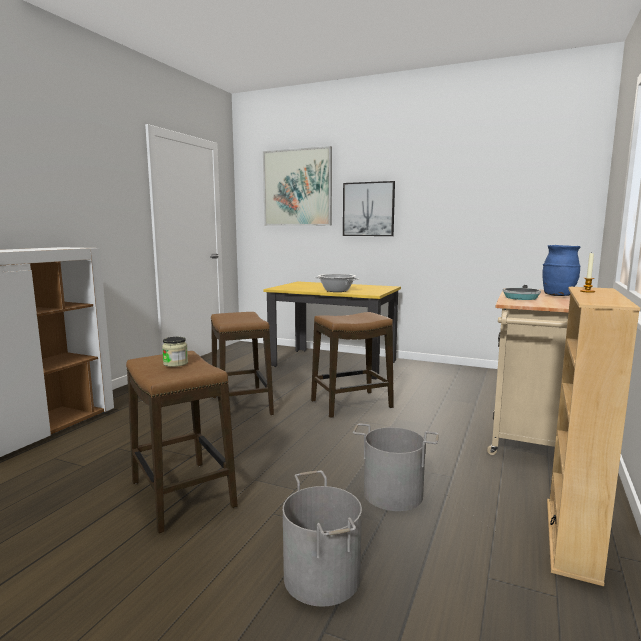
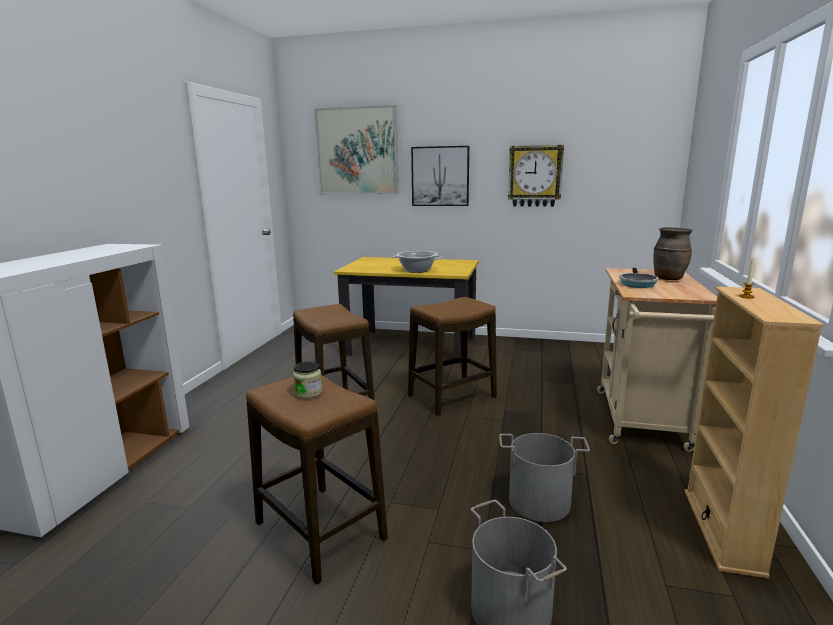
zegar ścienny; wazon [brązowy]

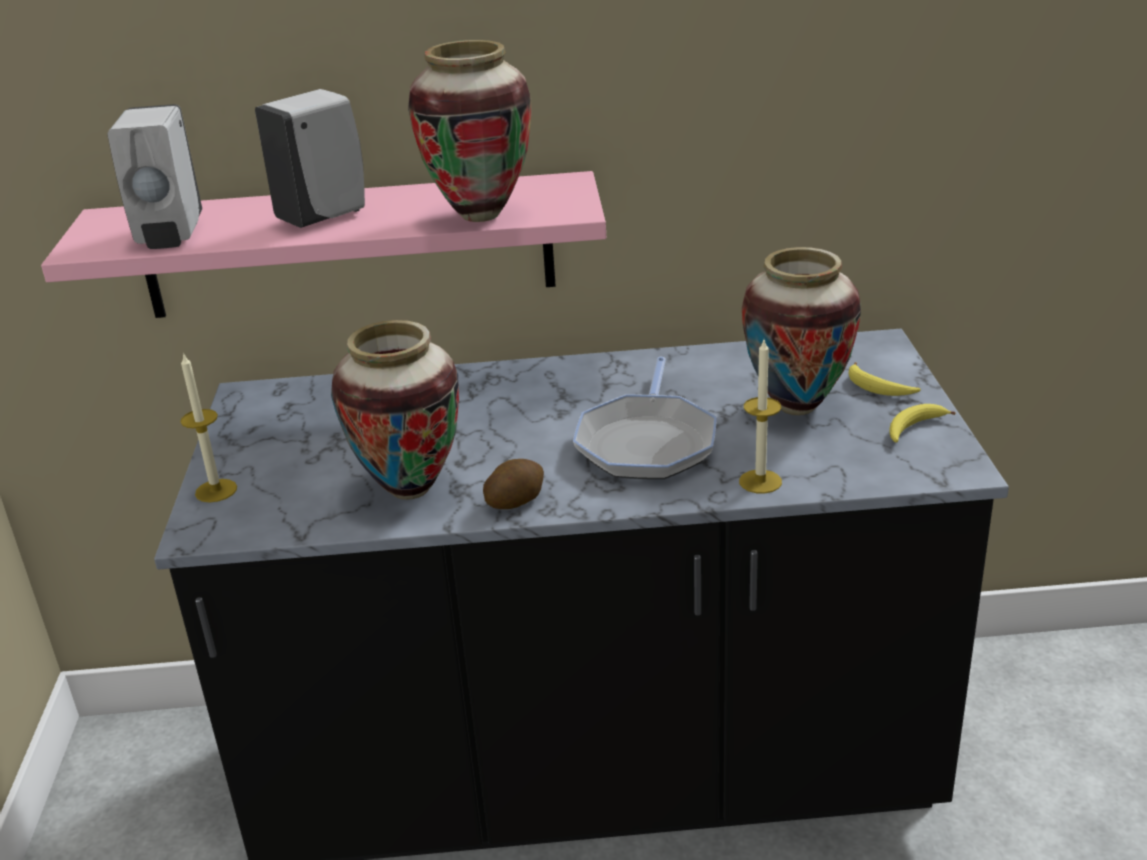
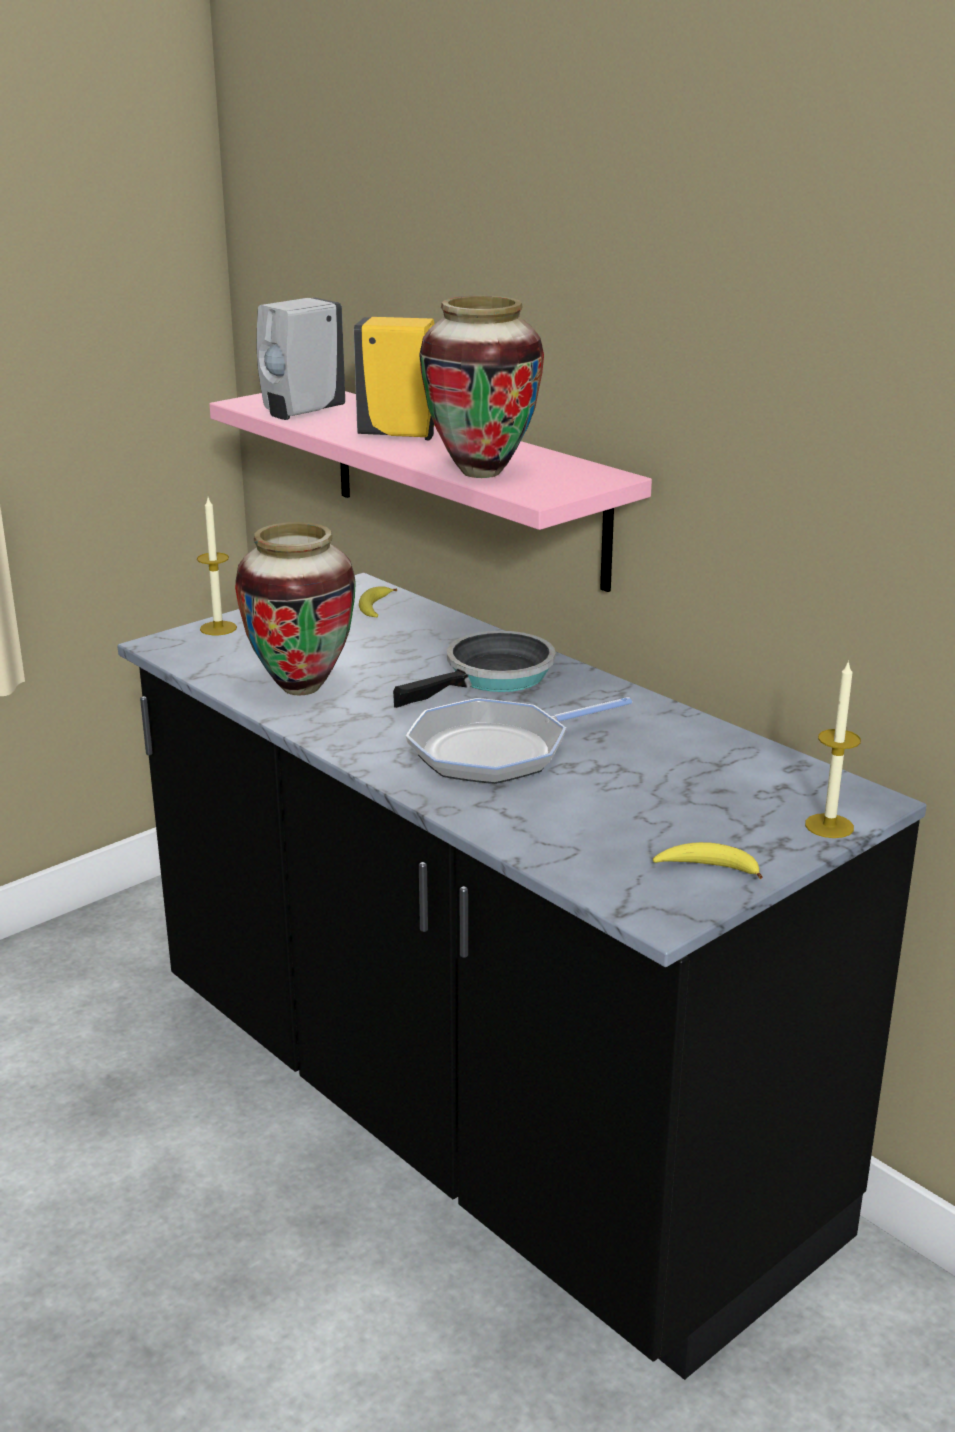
dozownik mydła [żółty]; banan (no. 1 from left); patelnia (no. 1 from left); świeca (no. 2 from left); ziemniak; wazon (no. 3 from left in the first image)

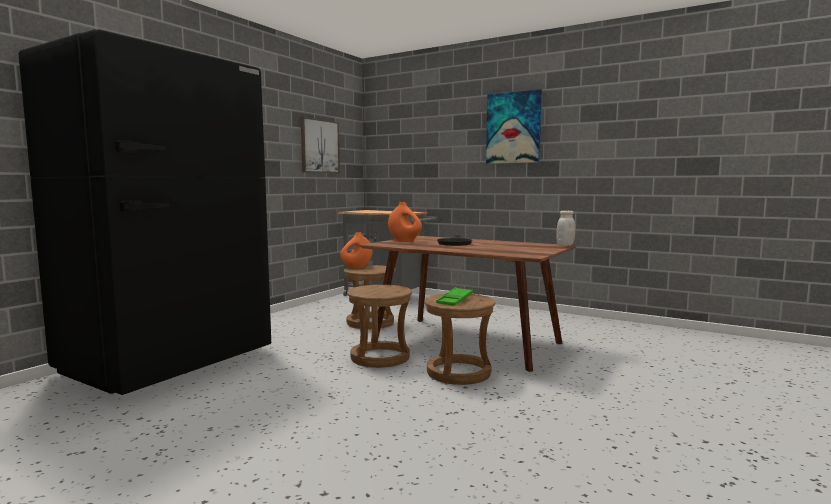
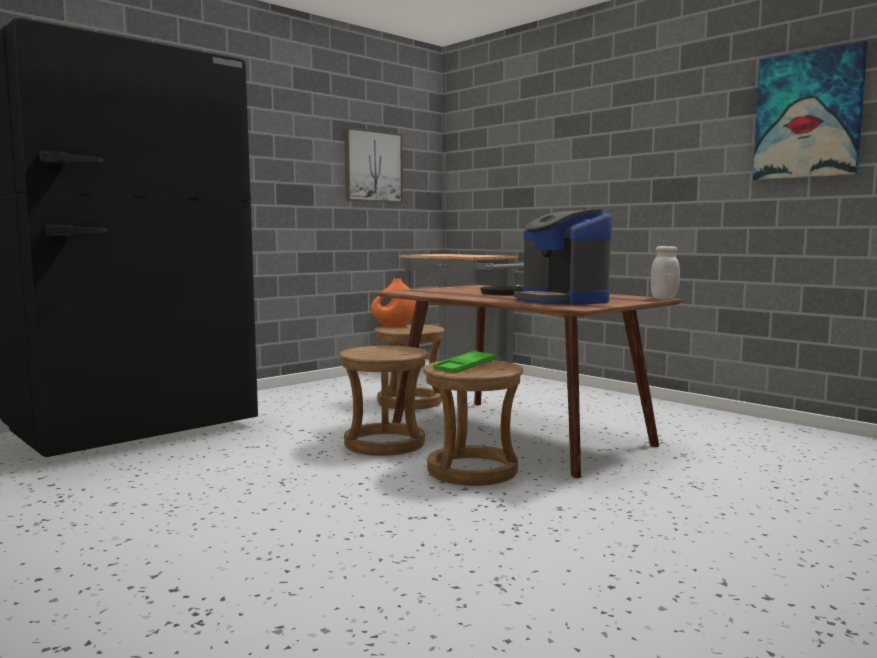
ekspres do kawy; obraz (no. 2 from left); wazon [pomarańczowy] (no. 2 from left in the first image)

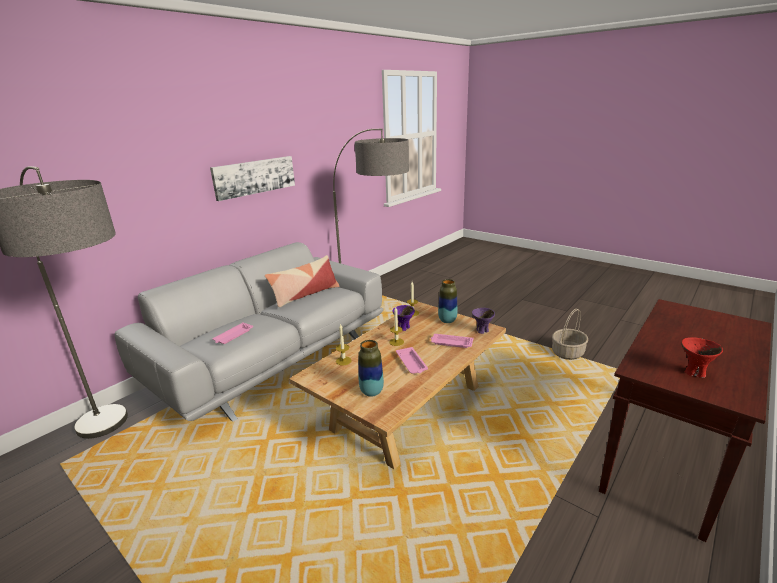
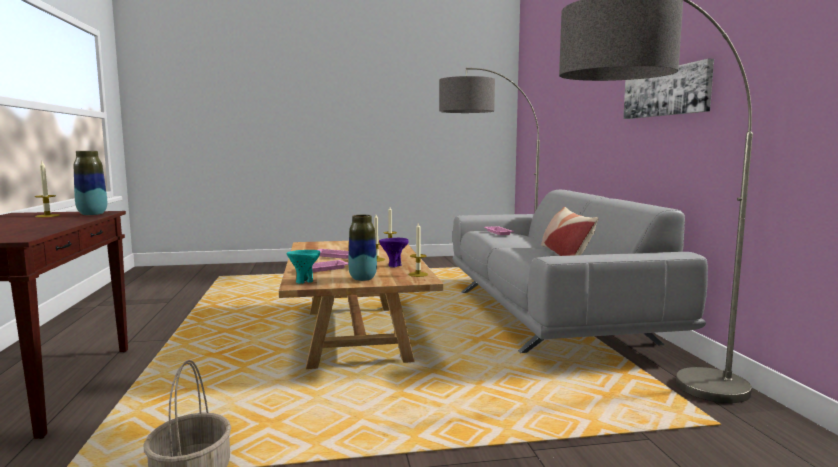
świeca (no. 1 from left); wazon (no. 1 from left); miska [turkusowy]

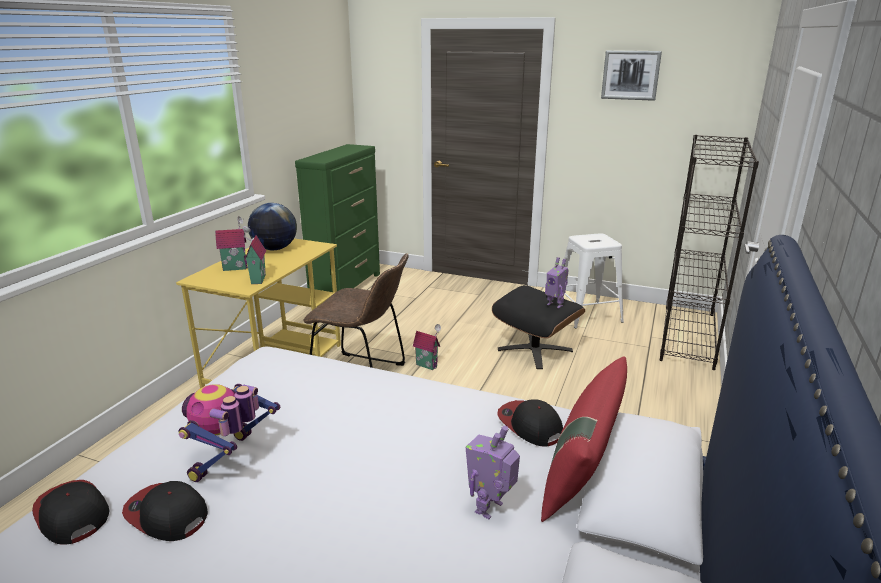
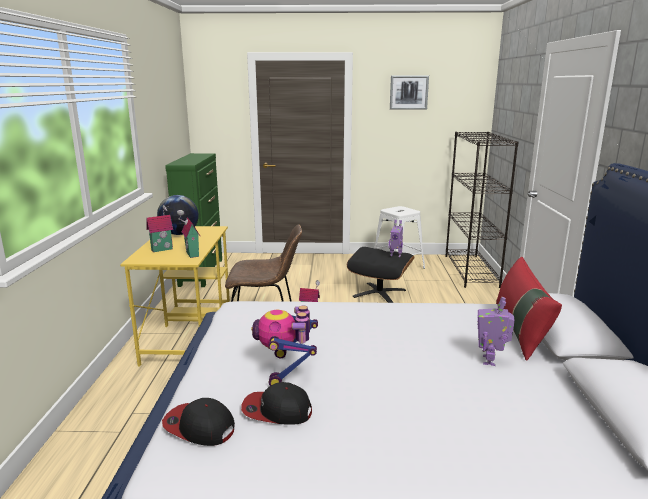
czapka z daszkiem (no. 3 from left in the first image)

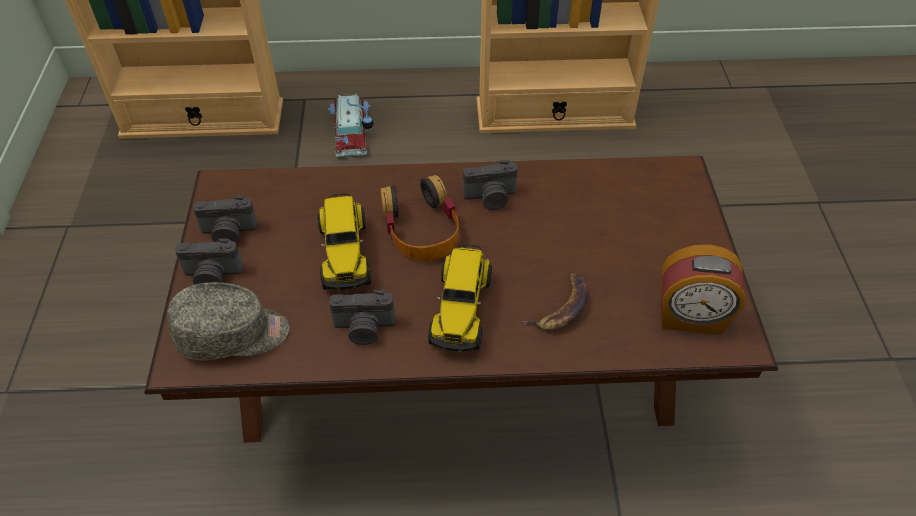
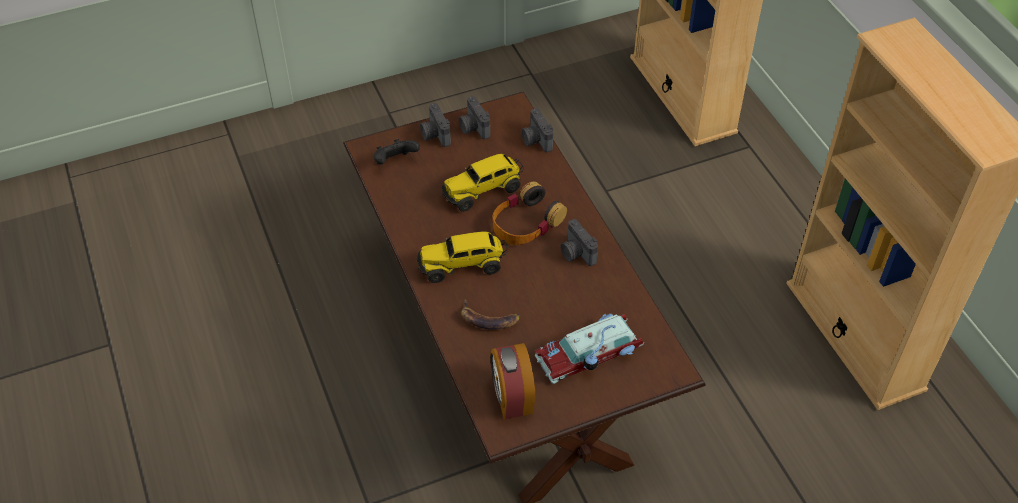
pad do gier [czarny]; aparat fotograficzny (no. 3 from left); samochodzik

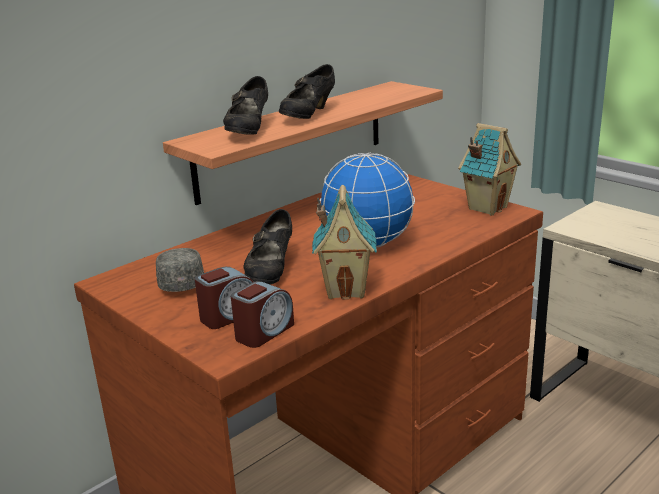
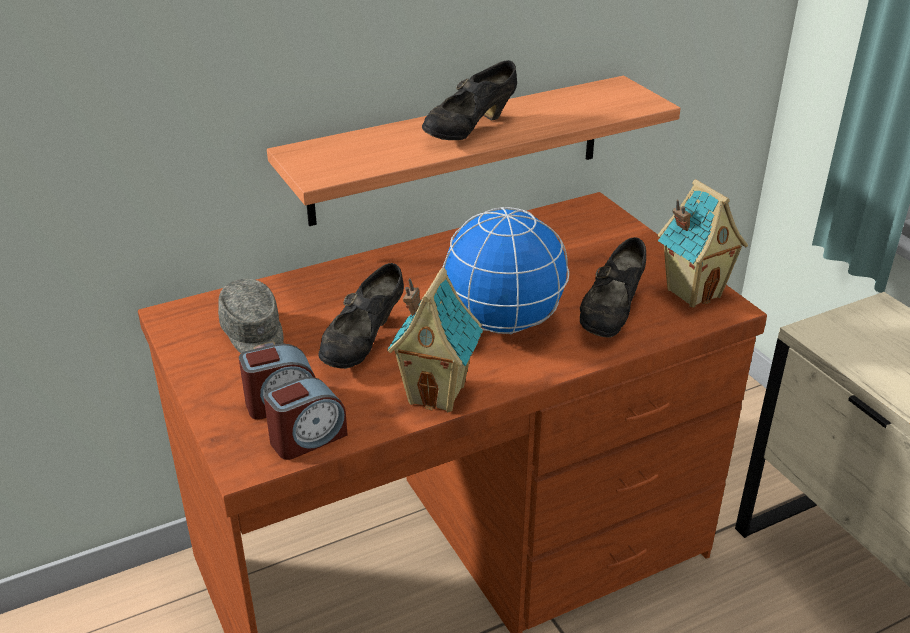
czapka z daszkiem [szary]; but [czarny] (no. 3 from left)

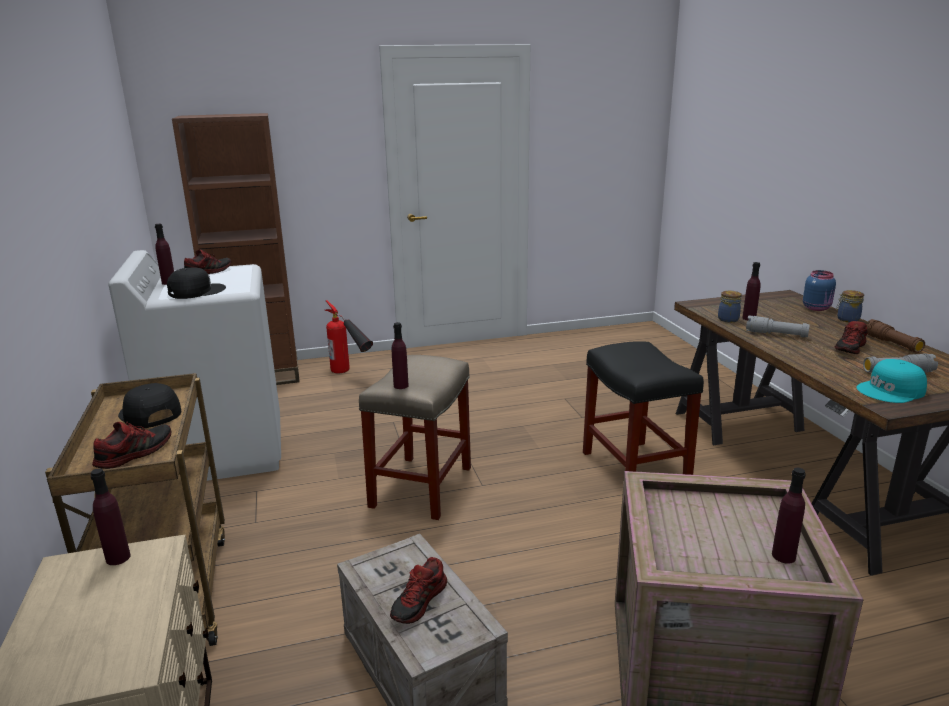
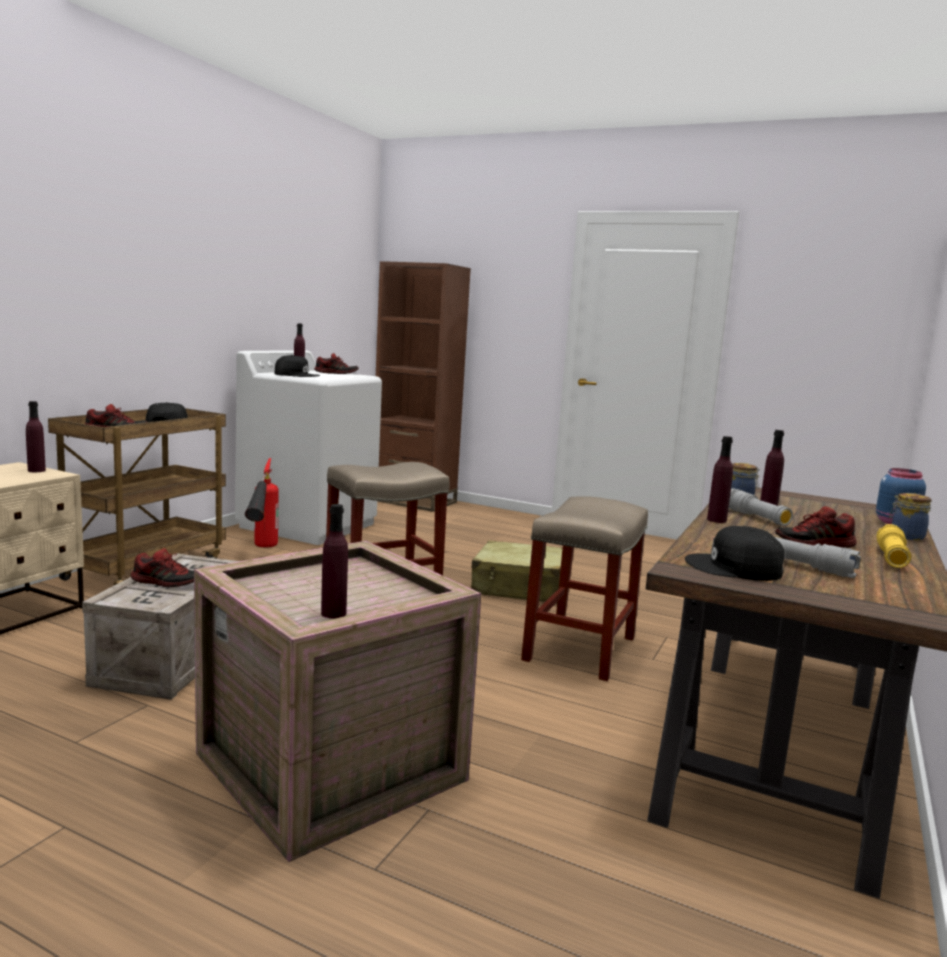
but (no. 2 from left); gaśnica; walizka [beżowy]; stołek [beżowy] (no. 2 from left); czapka z daszkiem [czarny] (no. 3 from left); butelka [fioletowy] (no. 4 from left); latarka [żółty]

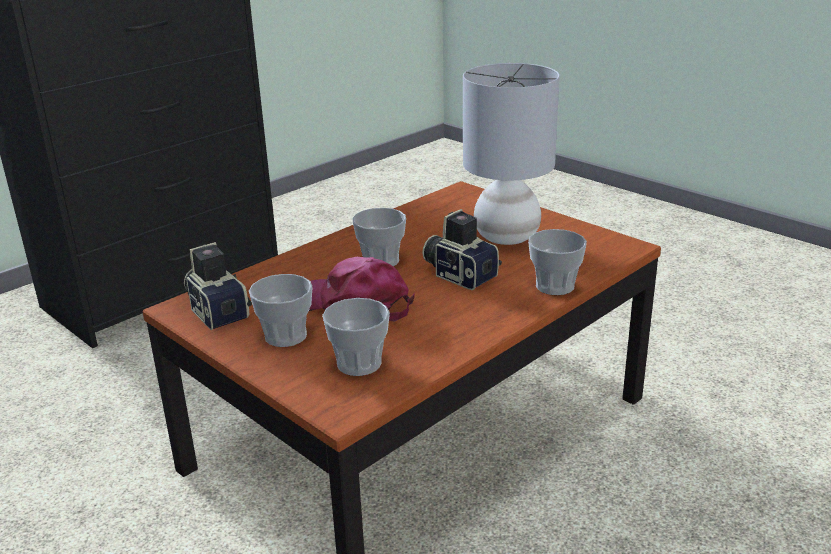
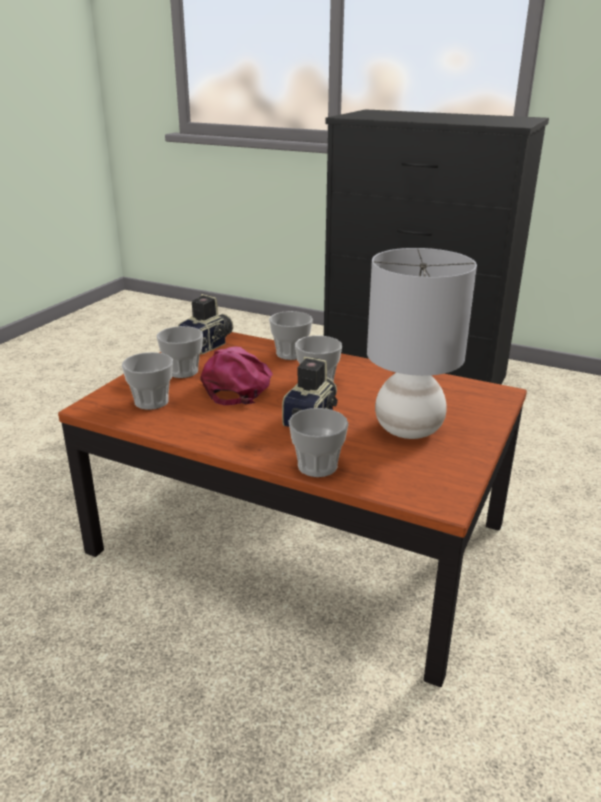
filiżanka (no. 3 from left)

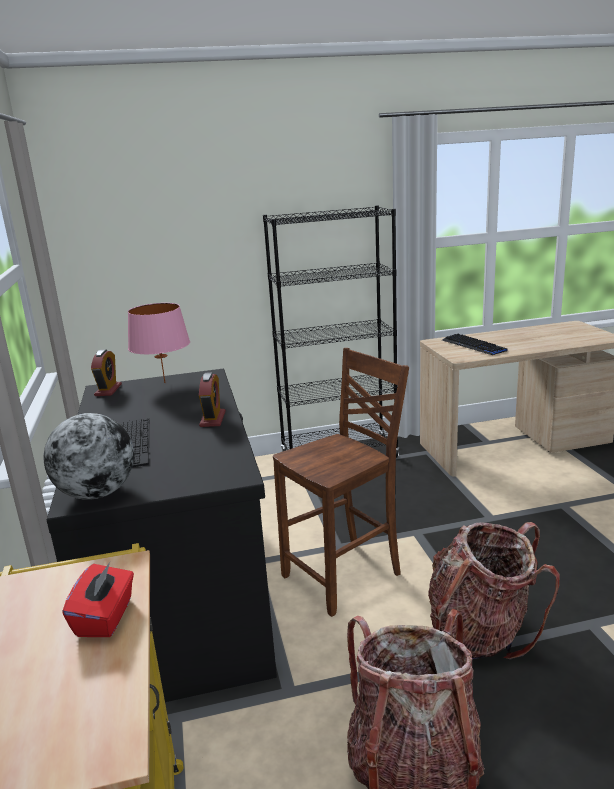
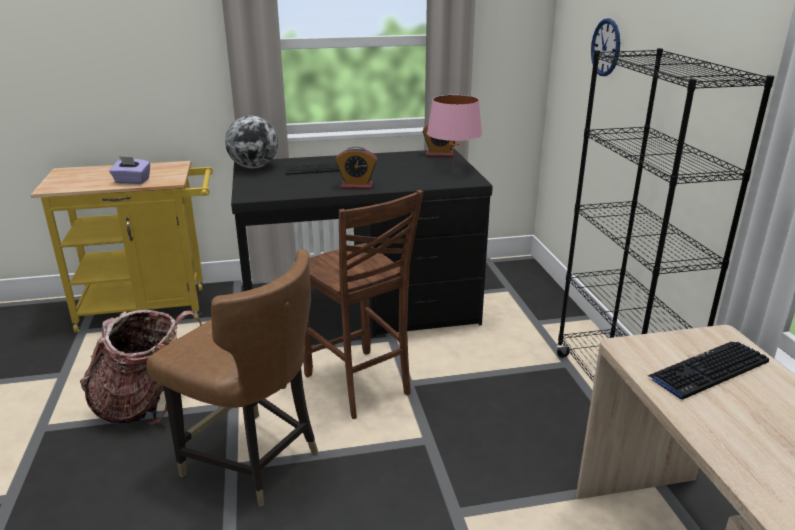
pudełko chusteczek [fioletowy]; krzesło [brązowy] (no. 1 from left); zegar ścienny

